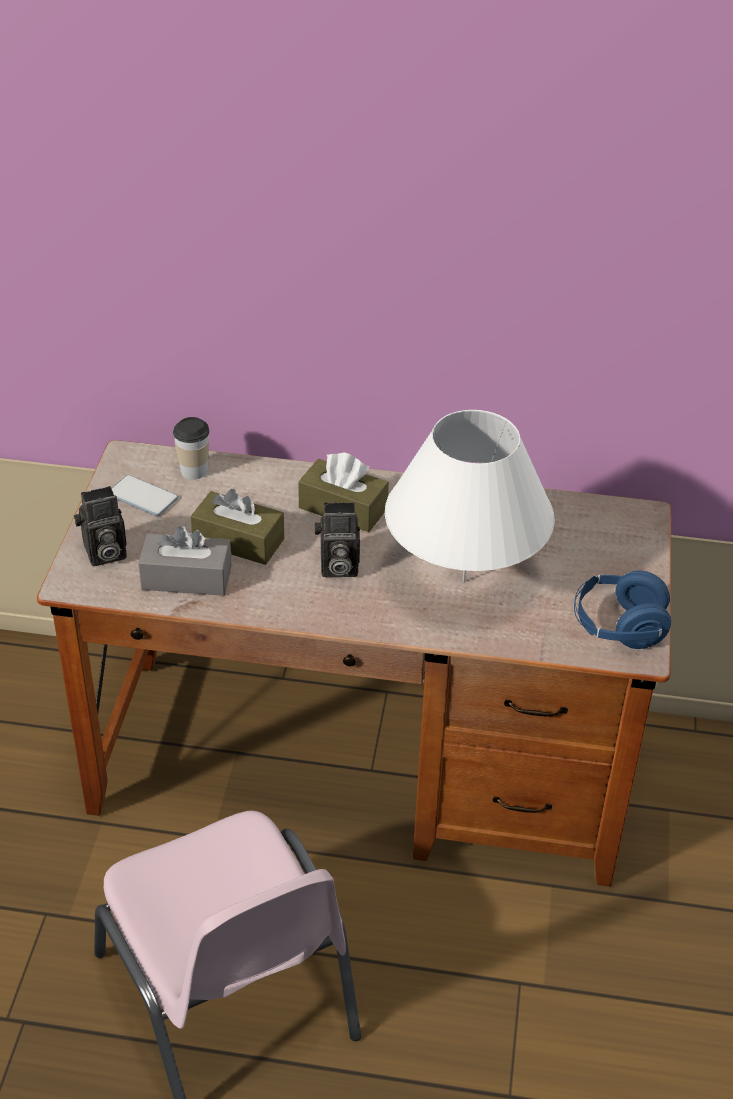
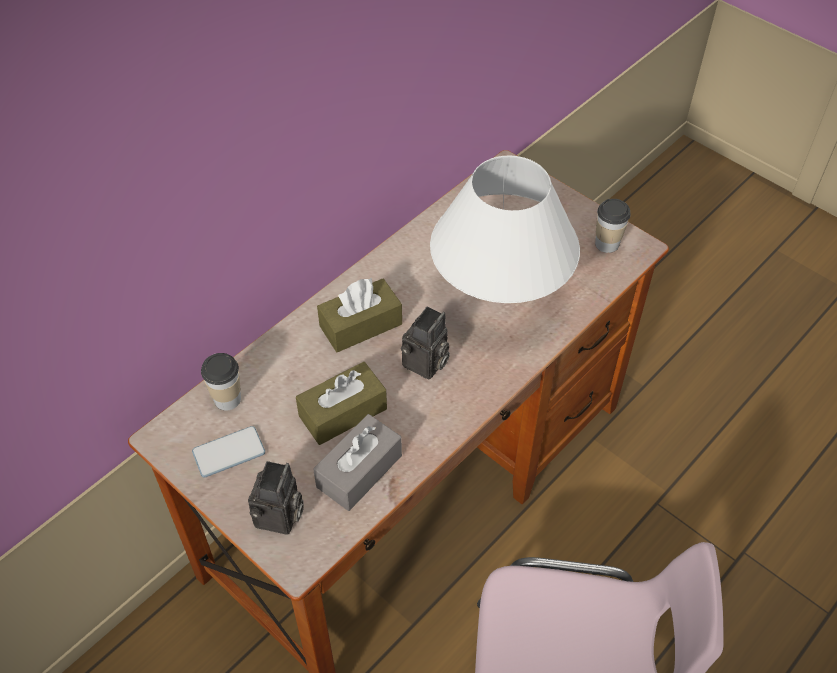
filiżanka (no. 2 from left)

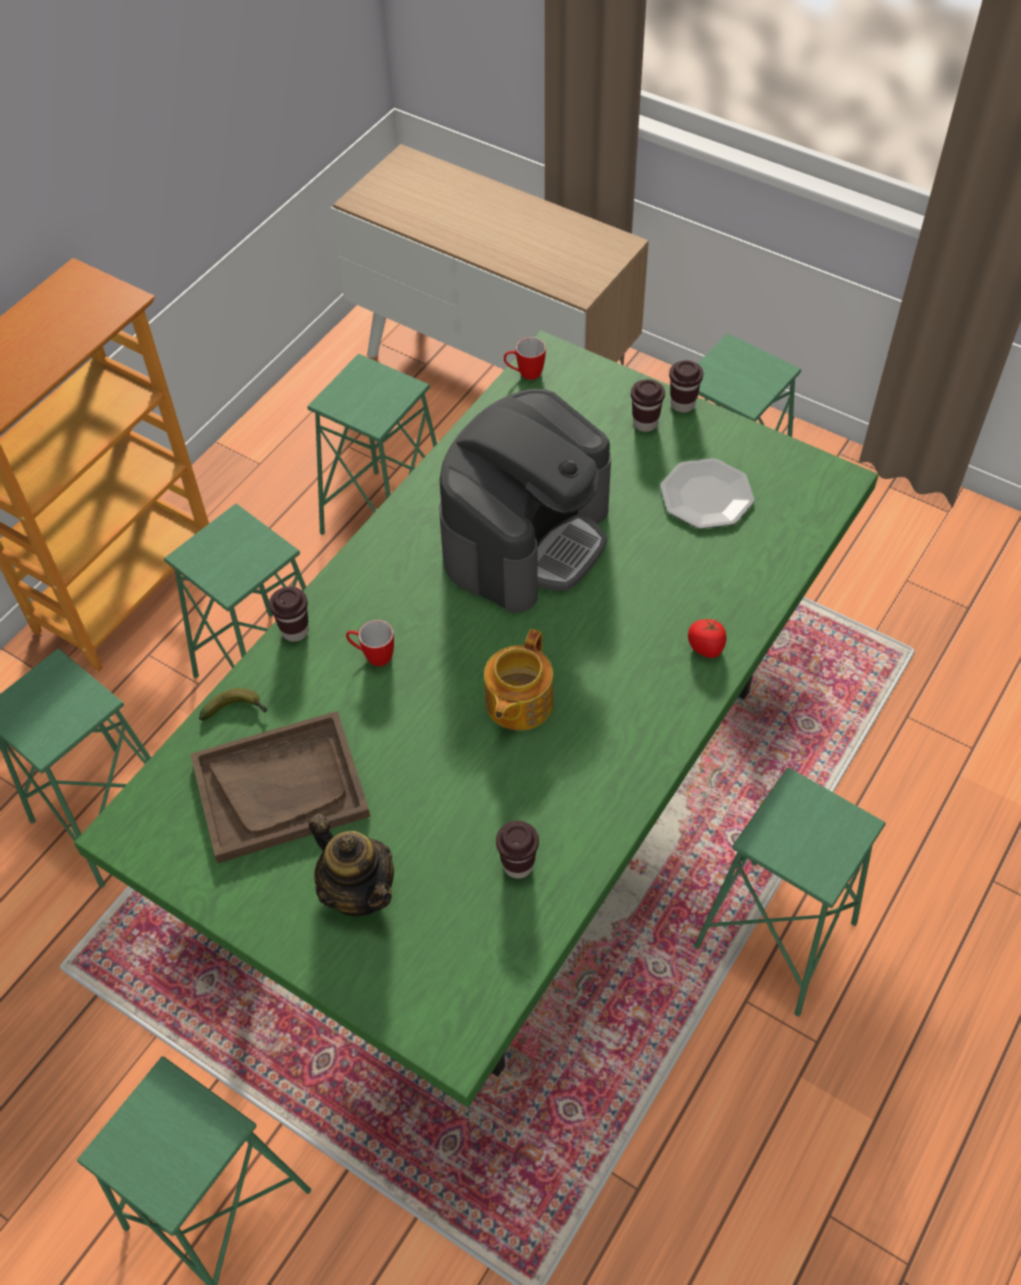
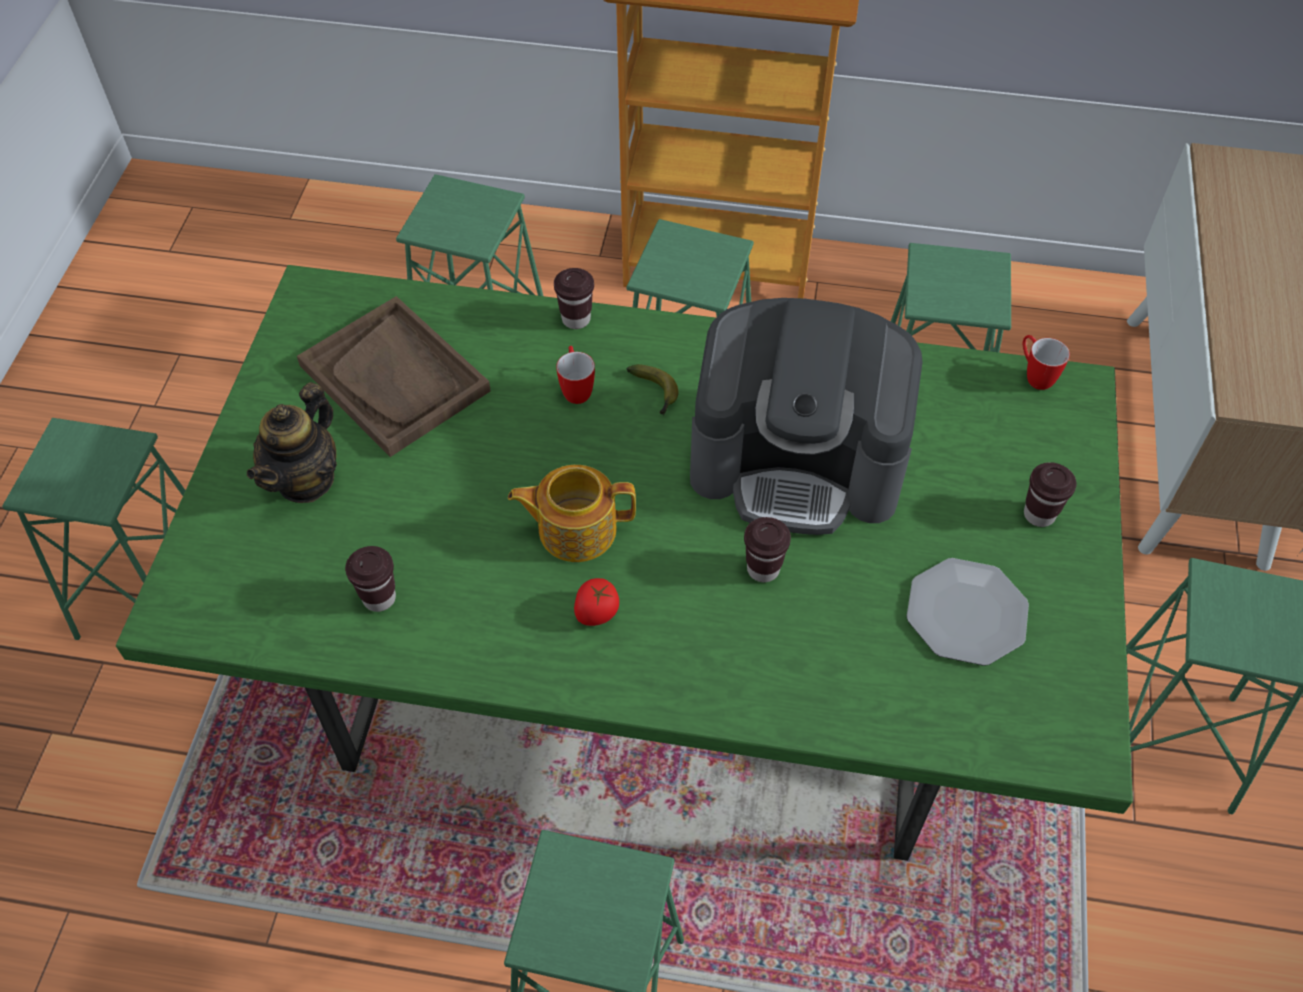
pomidor; banan; filiżanka [brązowy] (no. 3 from left)

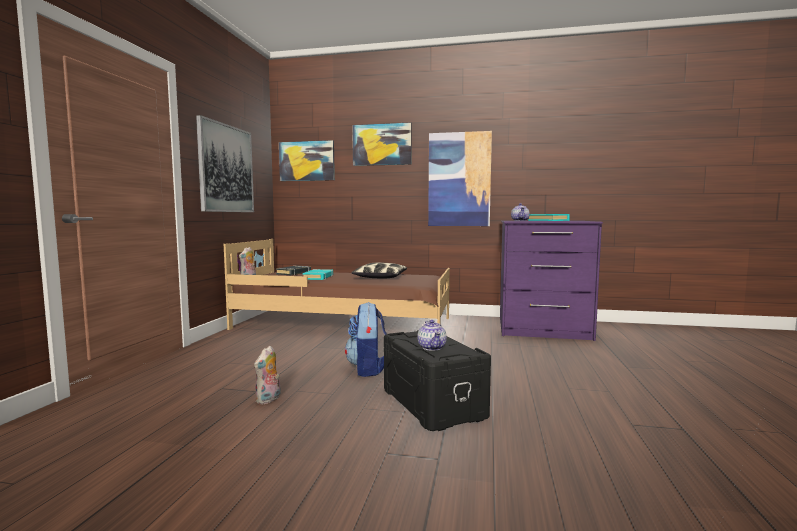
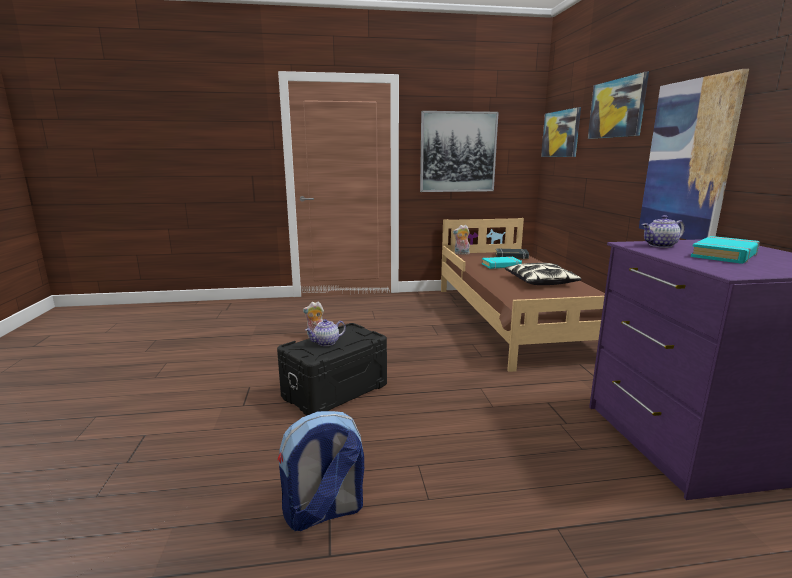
plecak

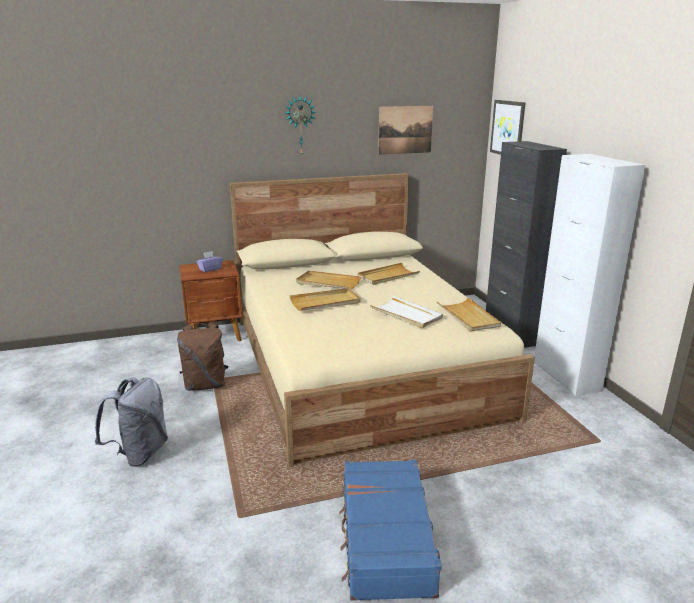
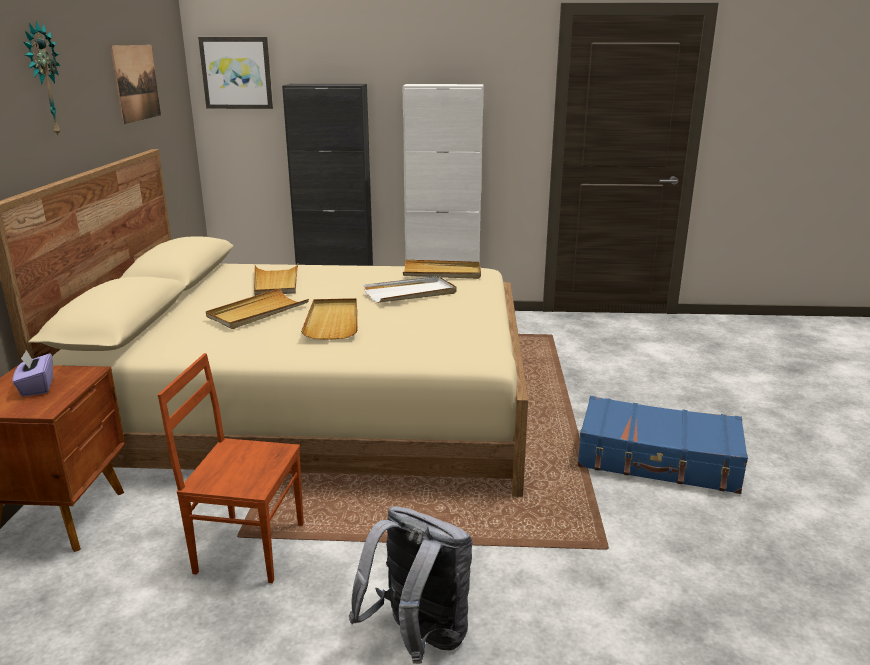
krzesło [brązowy]

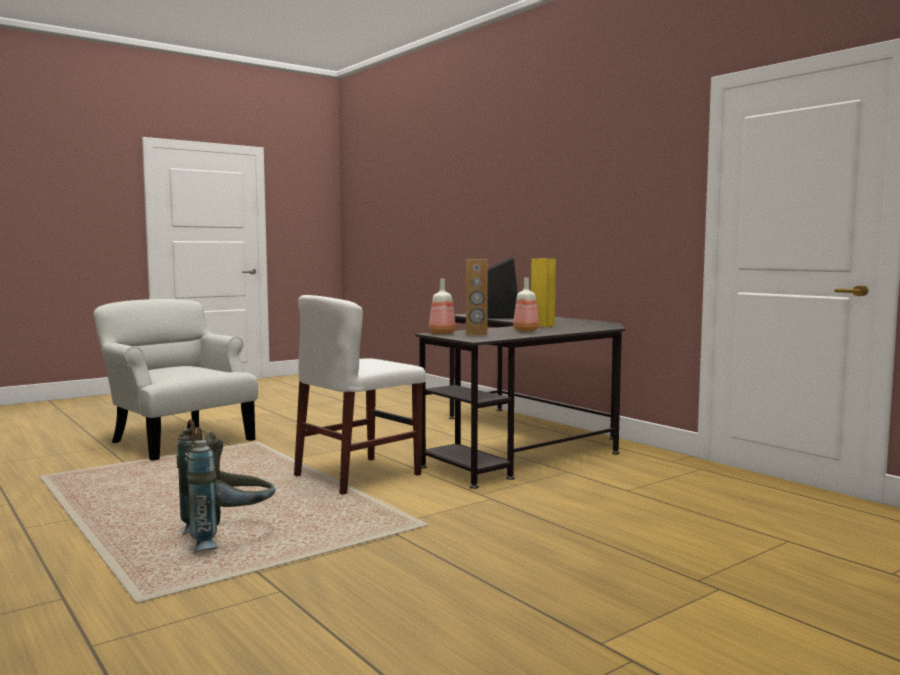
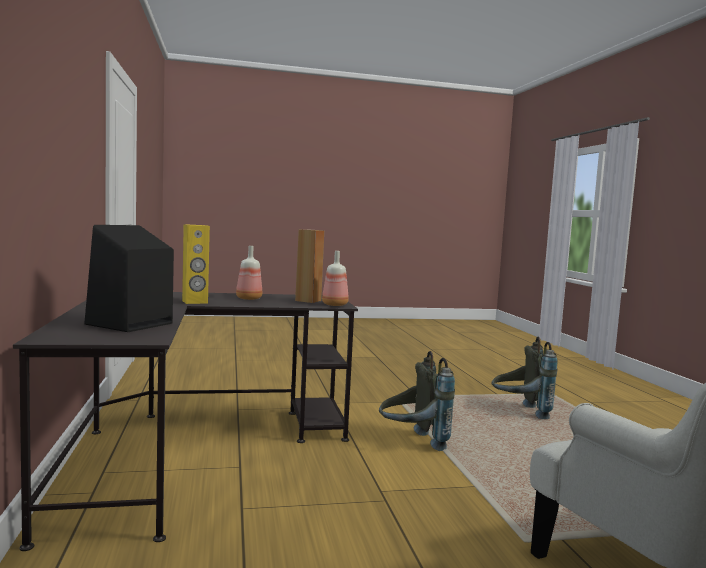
plecak [szary] (no. 1 from left)

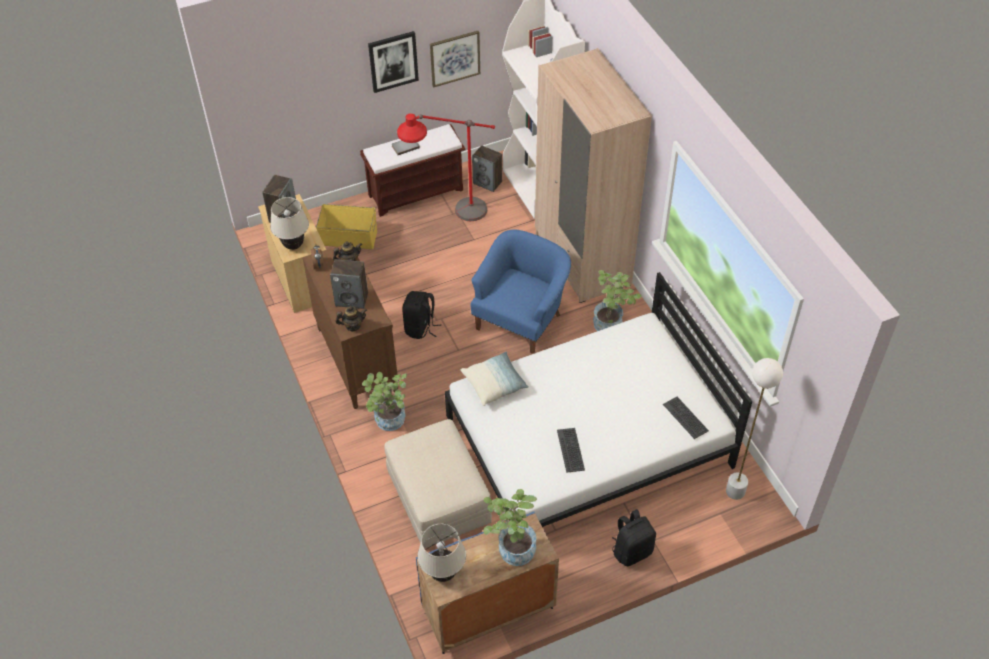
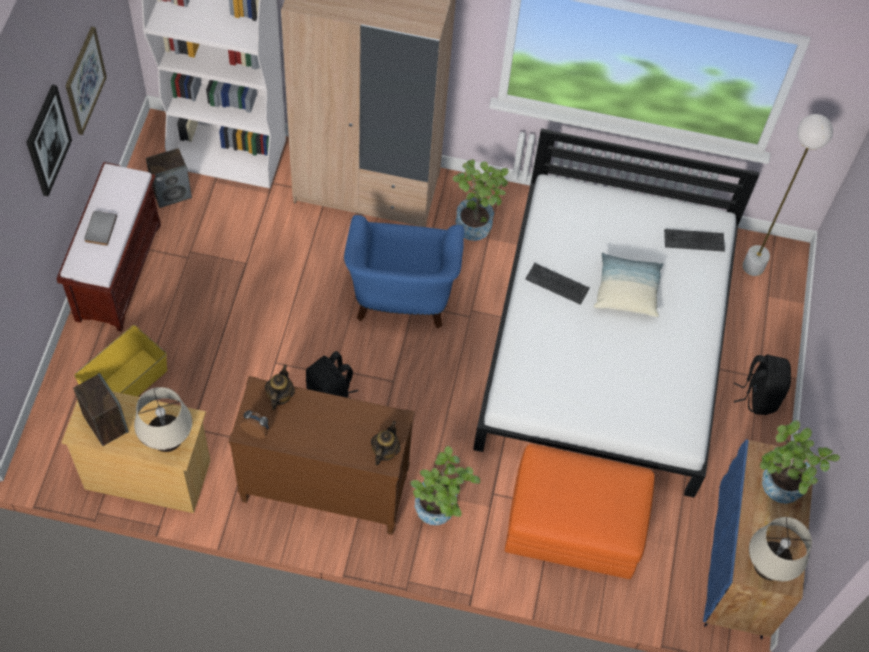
fotel [niebieski]; pufa [pomarańczowy]; klawiatura (no. 1 from left); poduszka; głośnik (no. 2 from left in the first image); lampa stojąca [czerwony]

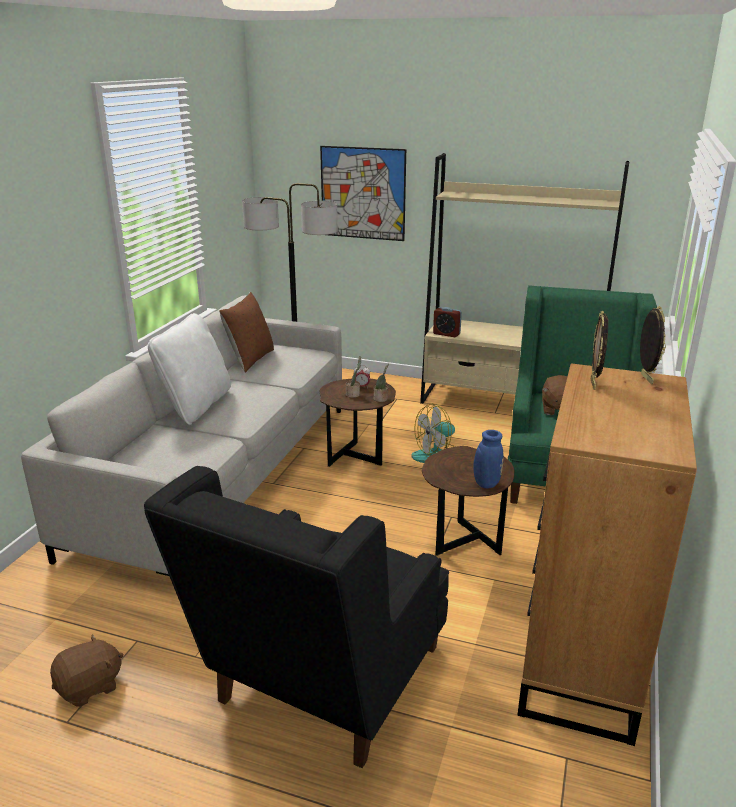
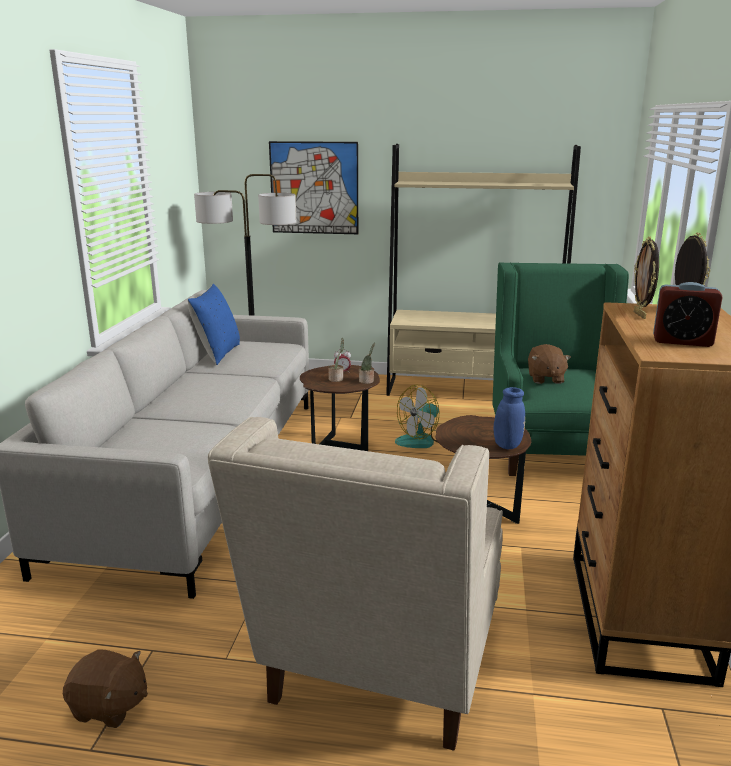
pluszak [brązowy] (no. 1 from left); poduszka [niebieski]; fotel [beżowy]; budzik (no. 2 from left); poduszka [biały]

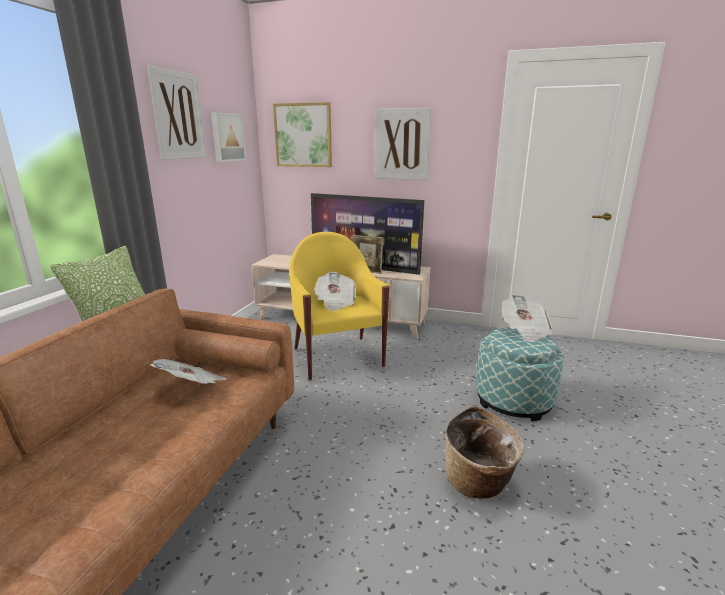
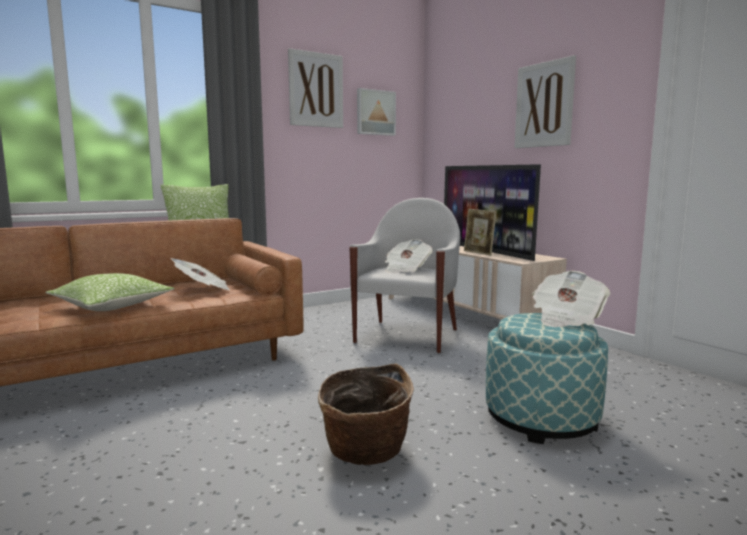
poduszka (no. 1 from left); fotel [biały]; obraz (no. 3 from left in the first image)

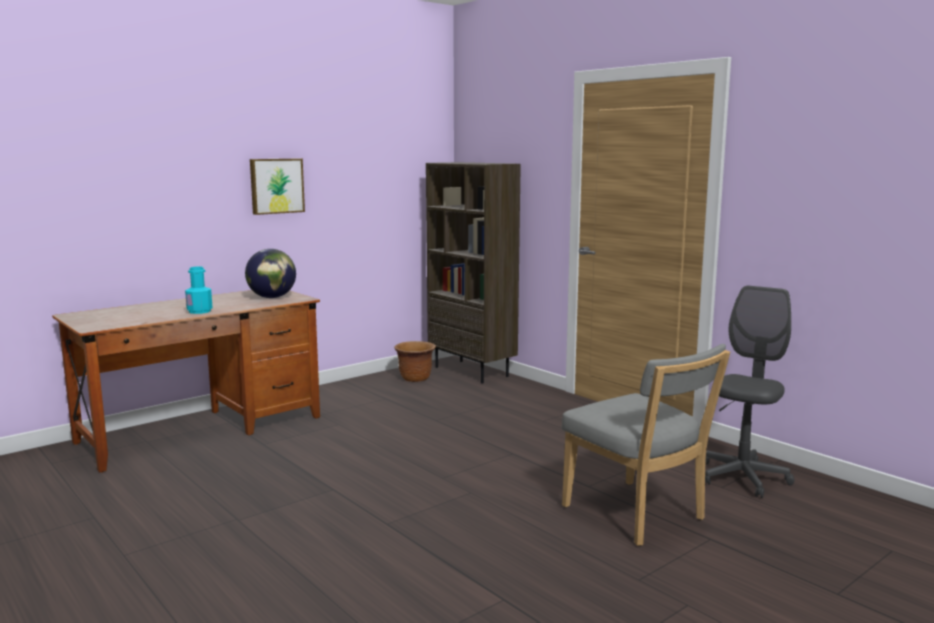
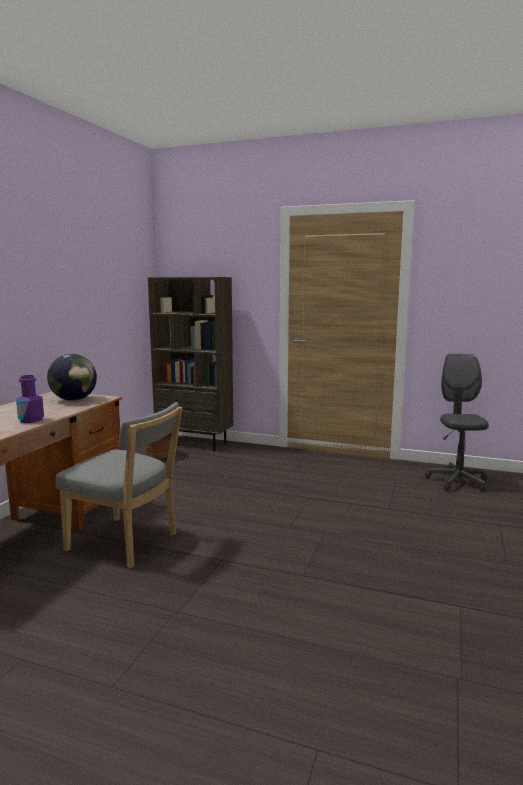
butelka [fioletowy]; krzesło [szary]; obraz

